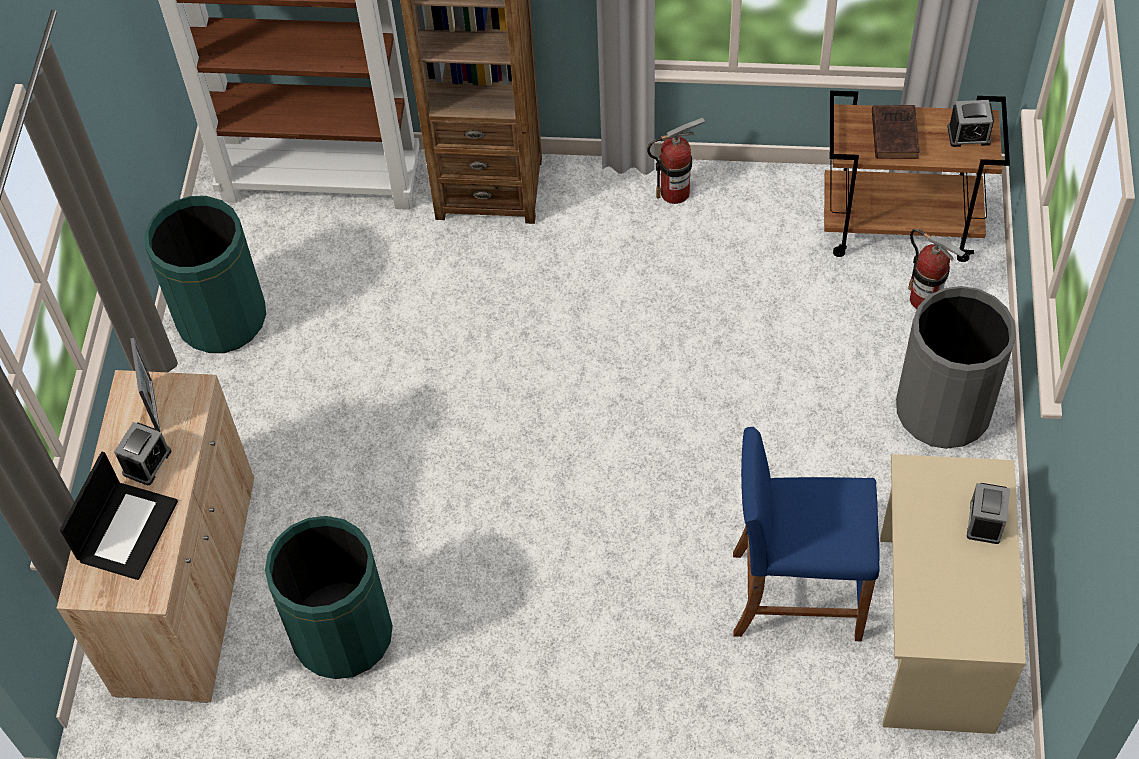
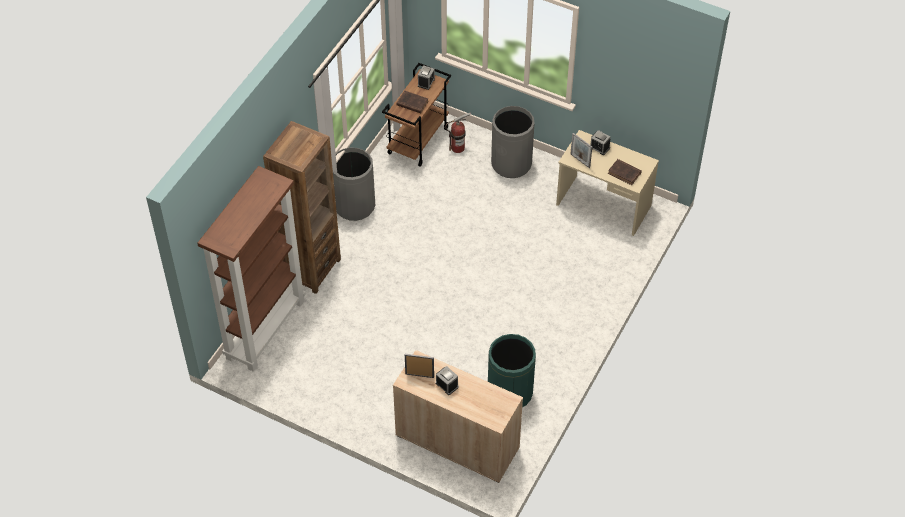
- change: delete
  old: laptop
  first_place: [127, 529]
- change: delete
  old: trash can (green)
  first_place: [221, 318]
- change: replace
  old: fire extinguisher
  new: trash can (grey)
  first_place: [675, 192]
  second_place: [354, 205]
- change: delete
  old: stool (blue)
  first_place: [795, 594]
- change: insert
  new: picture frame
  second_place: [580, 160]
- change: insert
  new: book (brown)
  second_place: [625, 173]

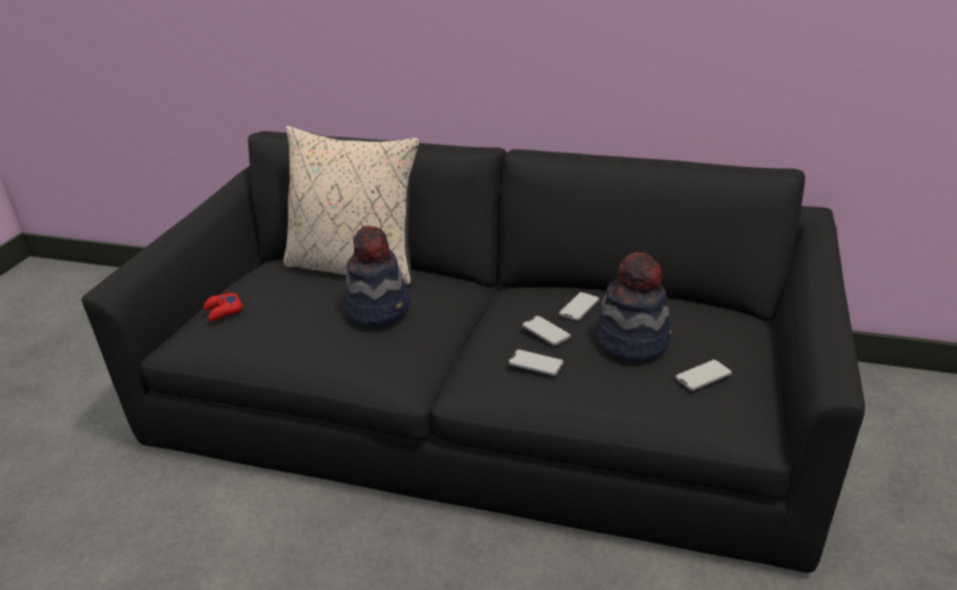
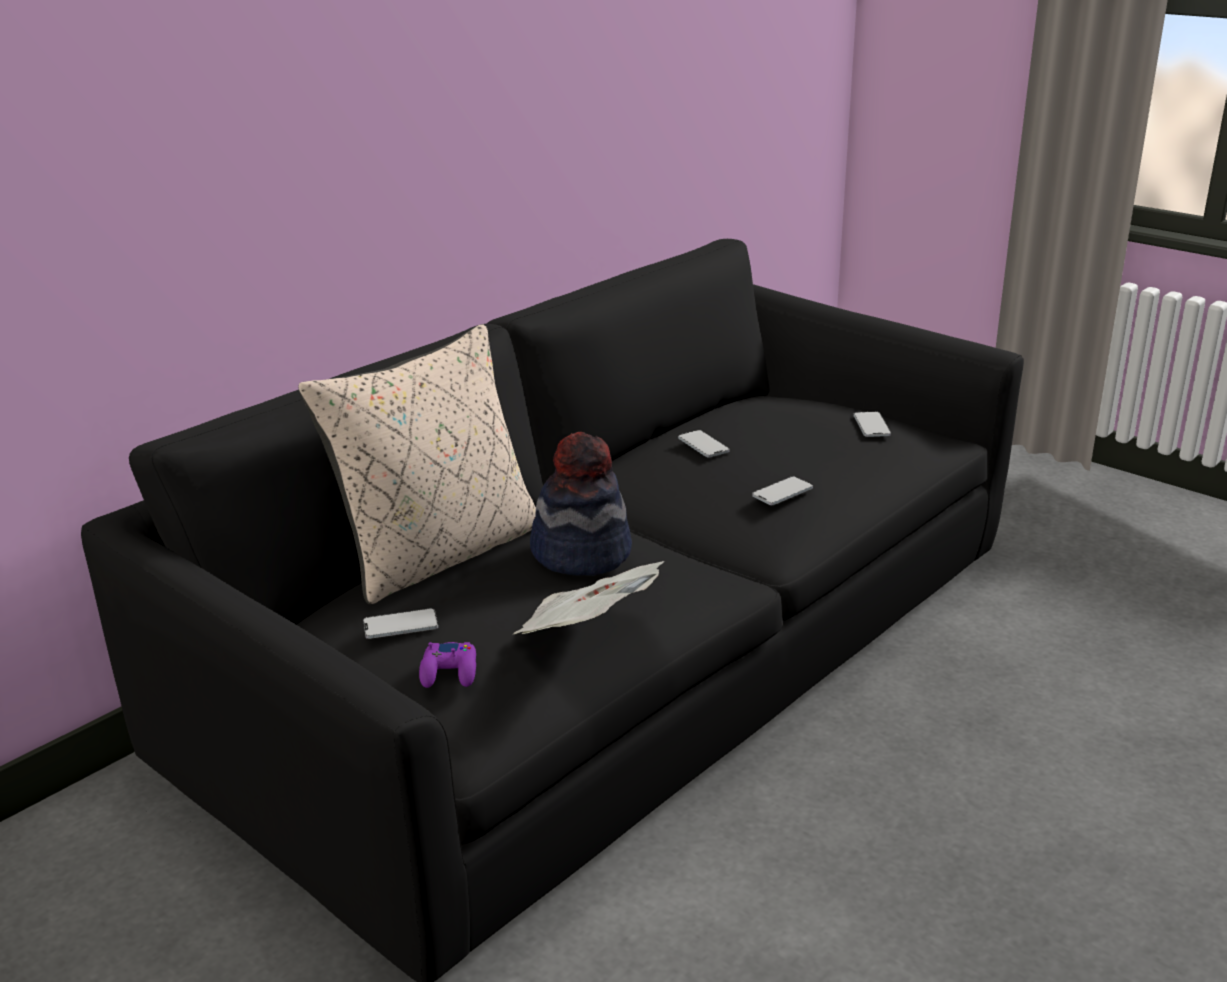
- change: recolor
  old: game controller (red)
  new: game controller (purple)
  first_place: [223, 311]
  second_place: [450, 672]
- change: move
  old: phone
  first_place: [546, 331]
  second_place: [400, 625]
- change: delete
  old: hat
  first_place: [632, 341]
- change: insert
  new: newspaper
  second_place: [588, 633]

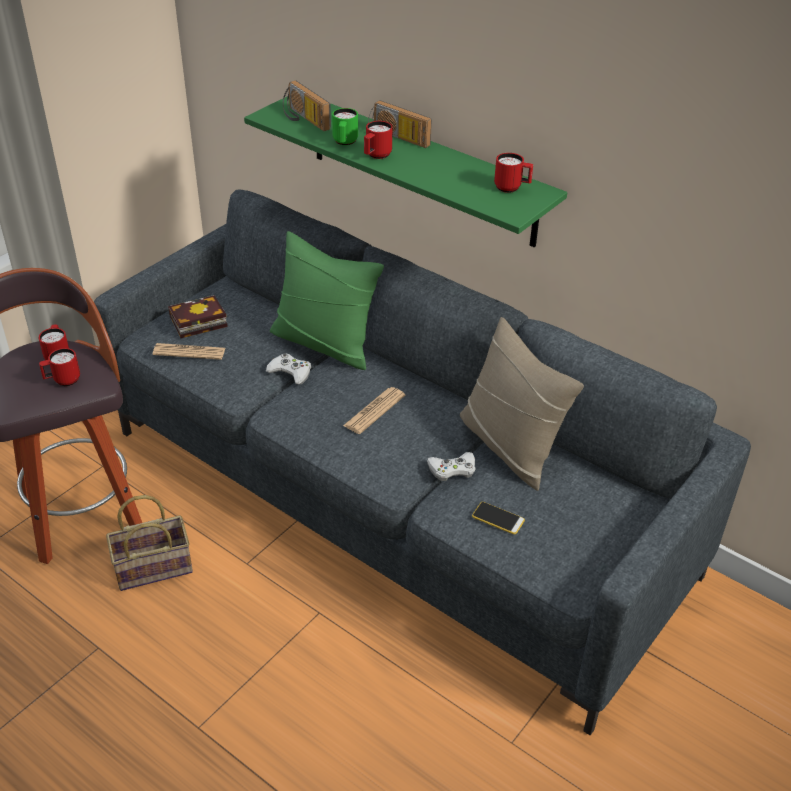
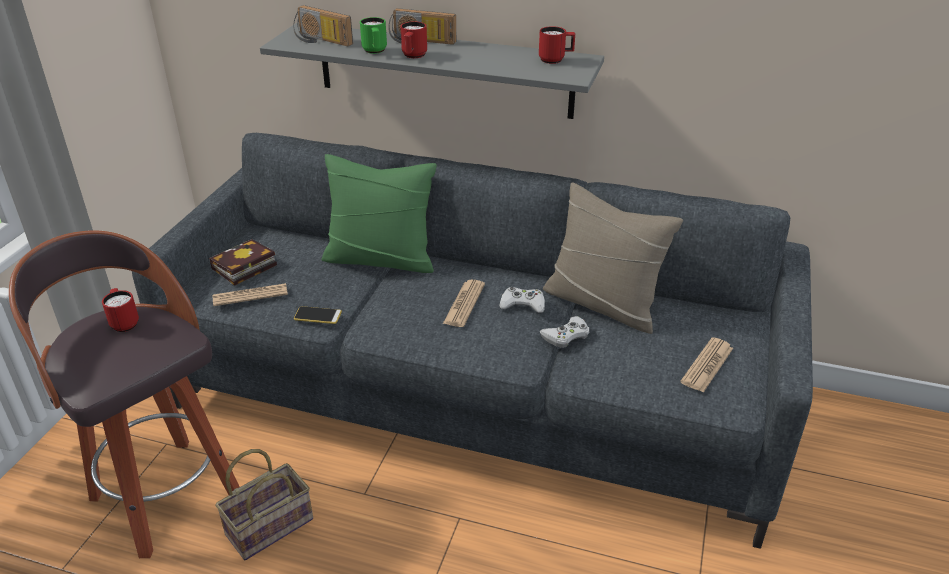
- change: delete
  old: mug (red)
  first_place: [63, 381]
- change: recolor
  old: shelf (green)
  new: shelf (grey)
  first_place: [421, 169]
  second_place: [444, 70]
- change: move
  old: game controller (white)
  first_place: [290, 372]
  second_place: [523, 304]
- change: move
  old: phone
  first_place: [498, 518]
  second_place: [318, 315]
- change: insert
  new: newspaper
  second_place: [707, 365]

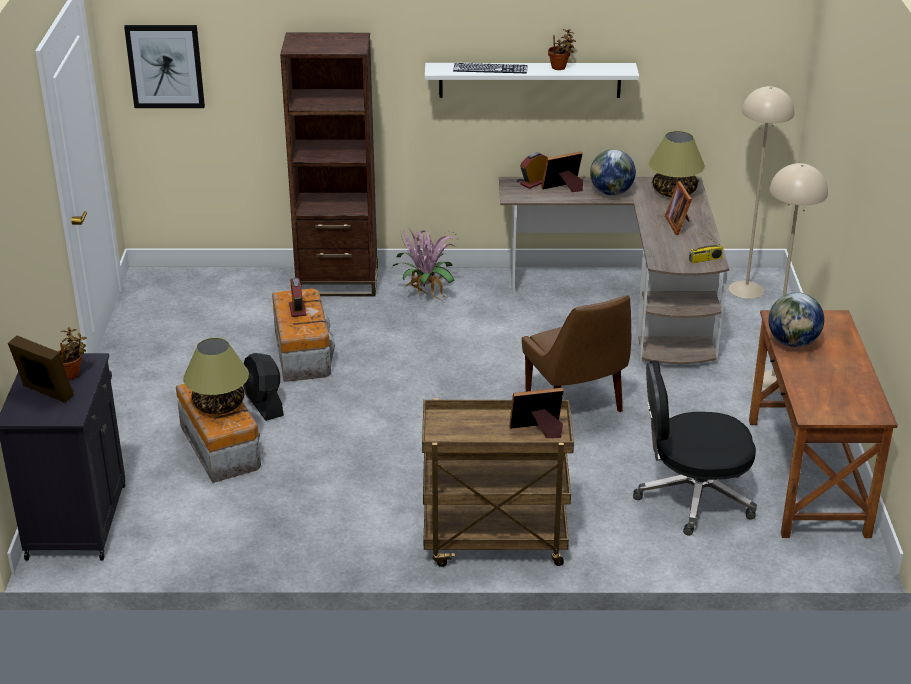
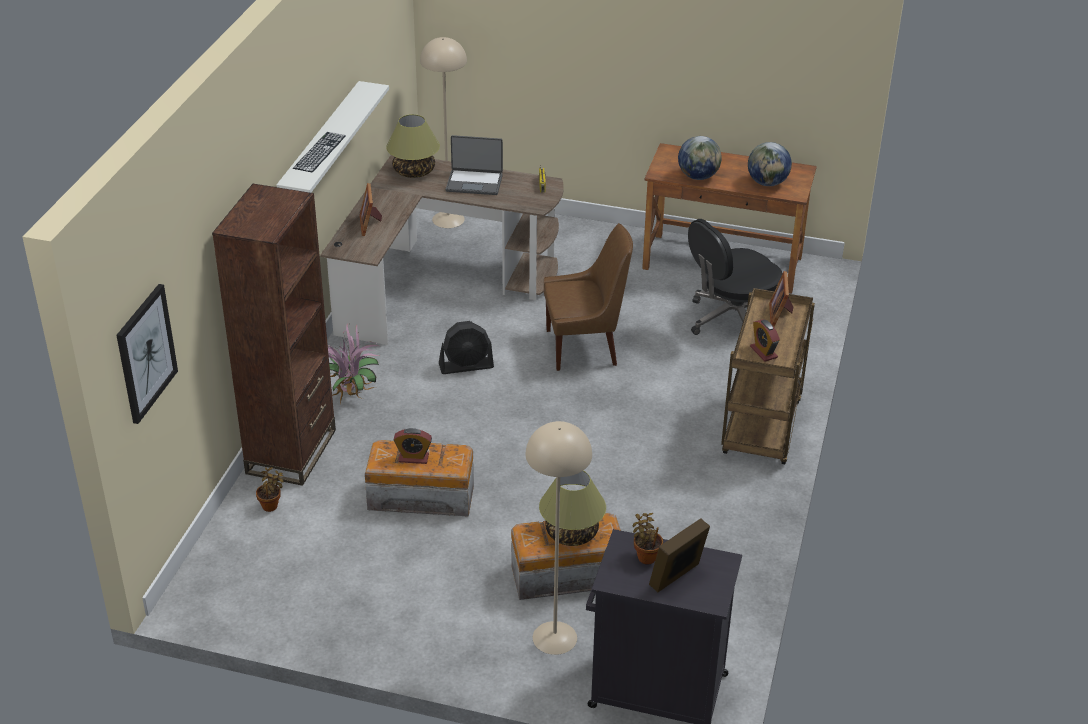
- change: move
  old: fan (black)
  first_place: [264, 404]
  second_place: [466, 366]
- change: move
  old: alarm clock
  first_place: [533, 183]
  second_place: [763, 352]
- change: move
  old: potted plant
  first_place: [560, 67]
  second_place: [271, 505]
- change: move
  old: globe
  first_place: [611, 193]
  second_place: [767, 183]
- change: rotate
  old: office chair (black)
  first_place: [692, 497]
  second_place: [732, 320]
  degrees: 45
- change: replace
  old: picture frame
  new: laptop
  first_place: [679, 224]
  second_place: [474, 182]
- change: move
  old: floor lamp (beige)
  first_place: [772, 381]
  second_place: [554, 638]

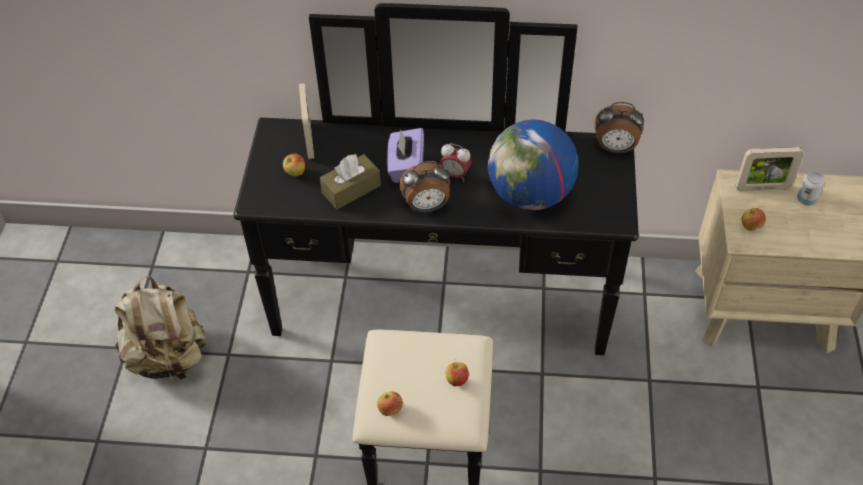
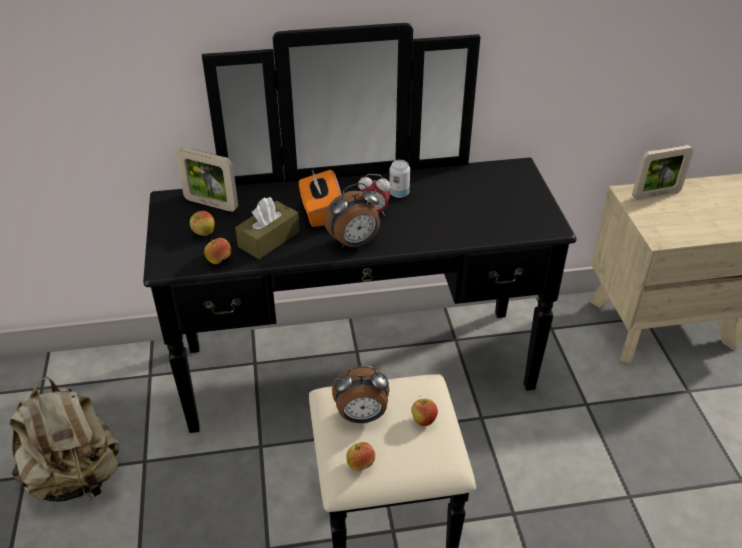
- change: rotate
  old: picture frame
  first_place: [309, 141]
  second_place: [211, 204]
  degrees: -45
- change: recolor
  old: tissue box (purple)
  new: tissue box (orange)
  first_place: [406, 167]
  second_place: [321, 212]
- change: delete
  old: globe
  first_place: [530, 195]
- change: move
  old: alarm clock
  first_place: [615, 148]
  second_place: [361, 416]
- change: move
  old: apple
  first_place: [751, 226]
  second_place: [219, 260]
- change: move
  old: can
  first_place: [806, 200]
  second_place: [399, 193]

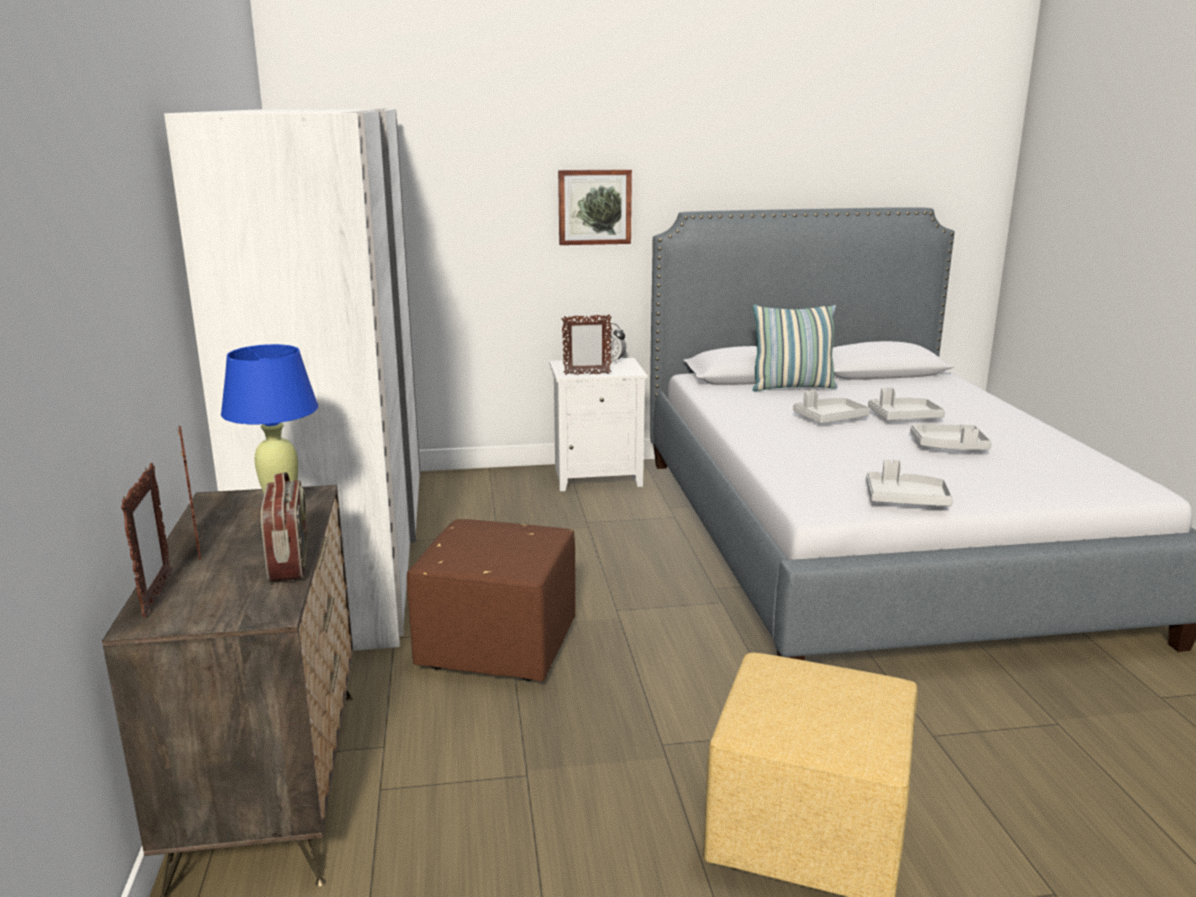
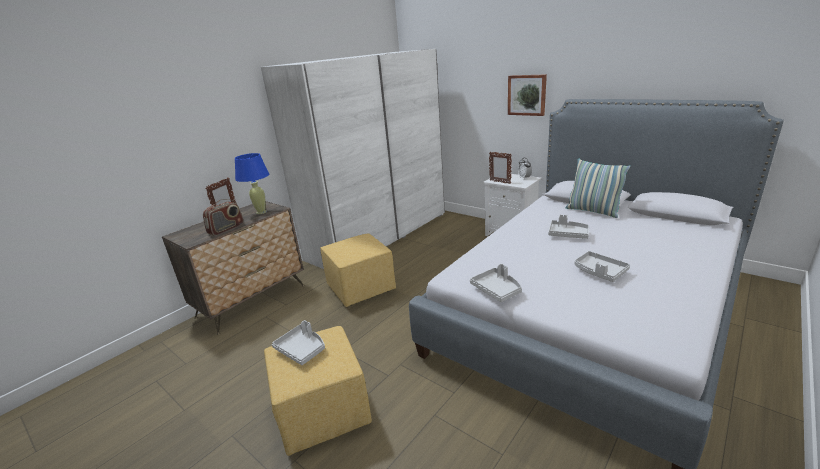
- change: delete
  old: picture frame
  first_place: [156, 596]
- change: recolor
  old: ottoman (brown)
  new: ottoman (yellow)
  first_place: [499, 647]
  second_place: [362, 289]
- change: move
  old: tray (grey)
  first_place: [904, 417]
  second_place: [302, 349]

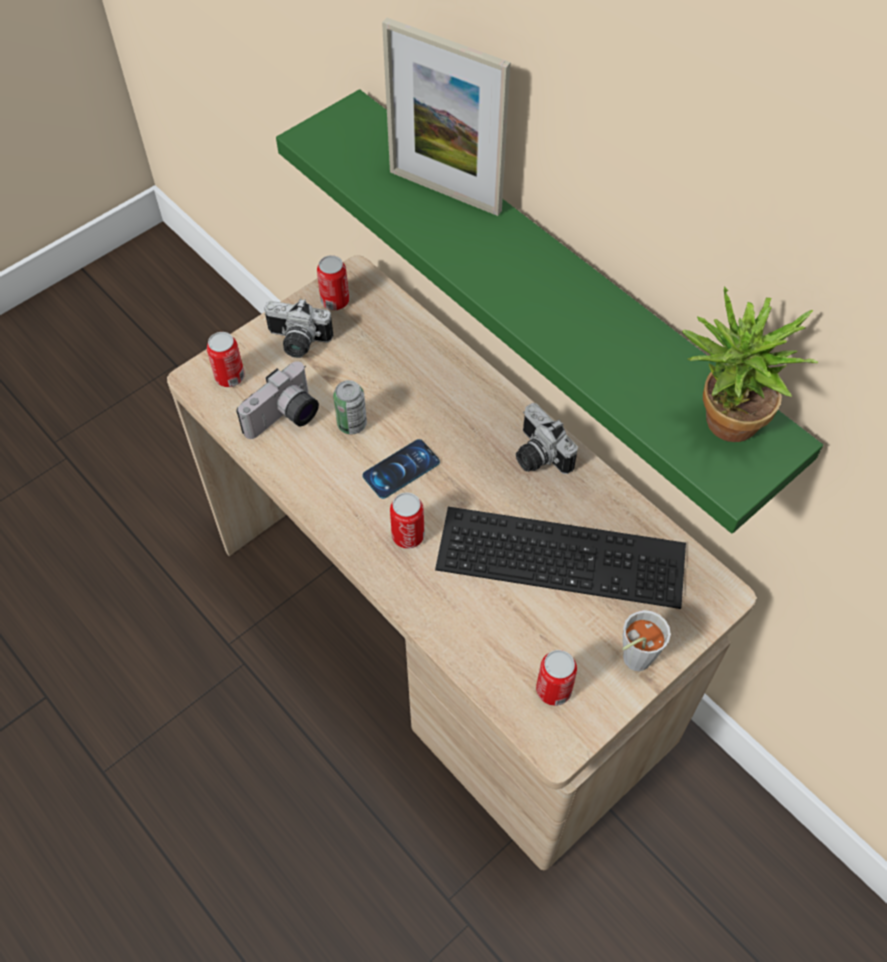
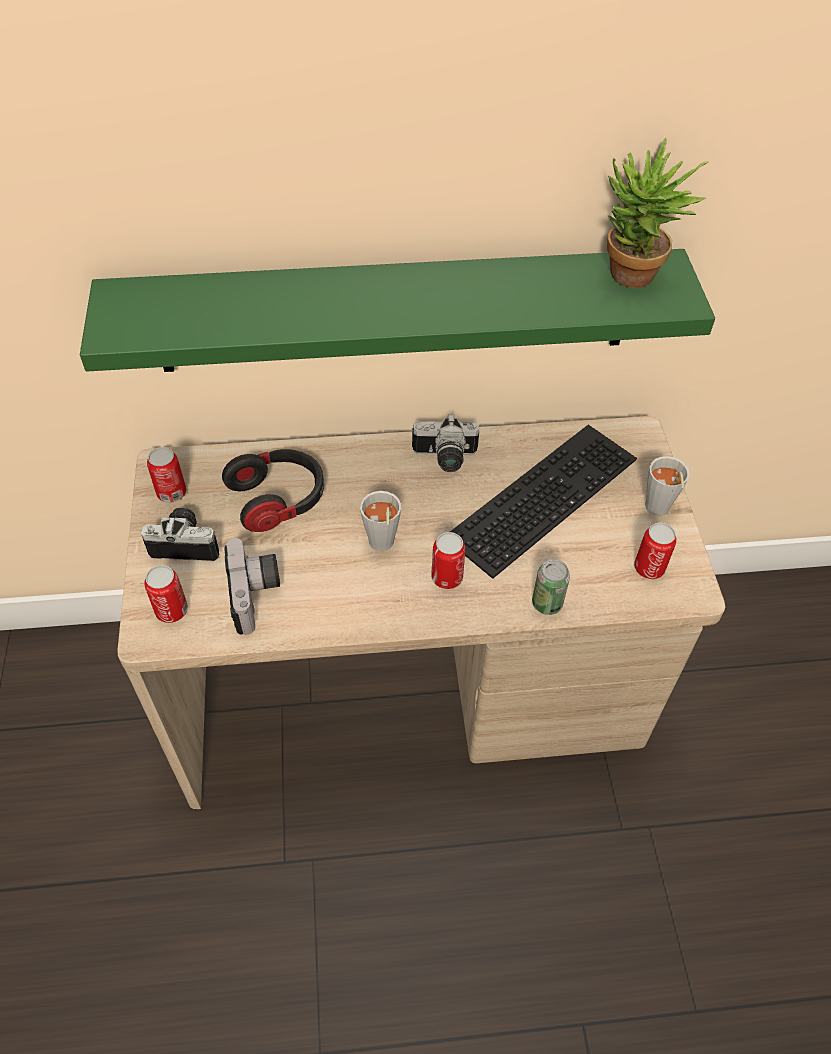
- change: rotate
  old: photo camera
  first_place: [297, 343]
  second_place: [187, 542]
  degrees: -135
- change: move
  old: can
  first_place: [352, 424]
  second_place: [547, 603]
- change: replace
  old: phone
  new: cup (grey)
  first_place: [401, 469]
  second_place: [381, 546]
- change: delete
  old: picture frame
  first_place: [445, 191]
- change: insert
  new: headphones
  second_place: [279, 500]

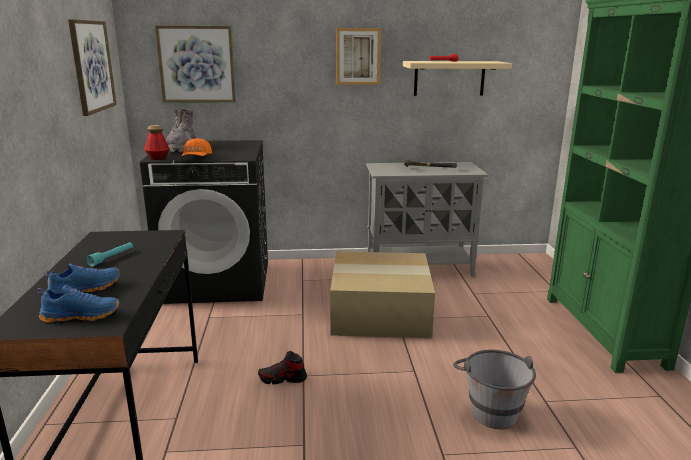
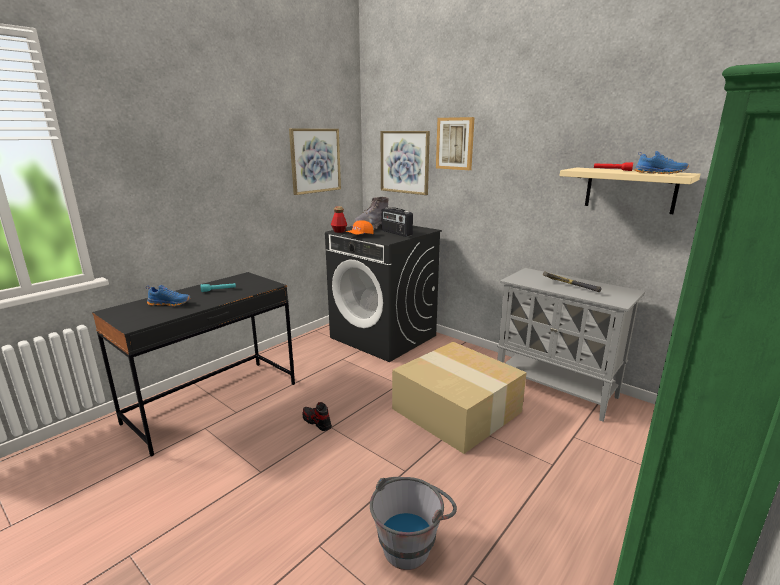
- change: move
  old: shoe (blue)
  first_place: [81, 315]
  second_place: [659, 173]
- change: move
  old: picture
  first_place: [358, 56]
  second_place: [455, 143]
- change: insert
  new: radio
  second_place: [396, 233]

